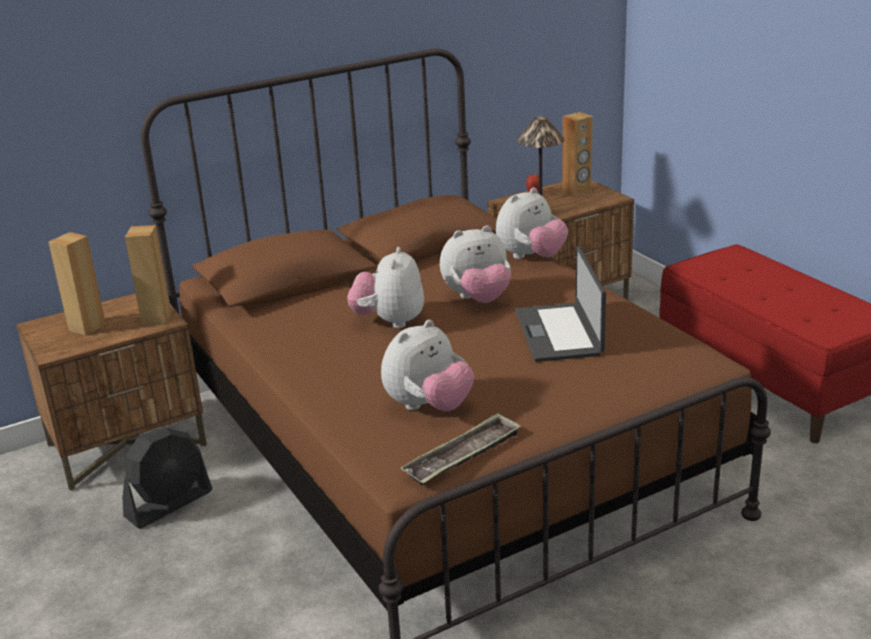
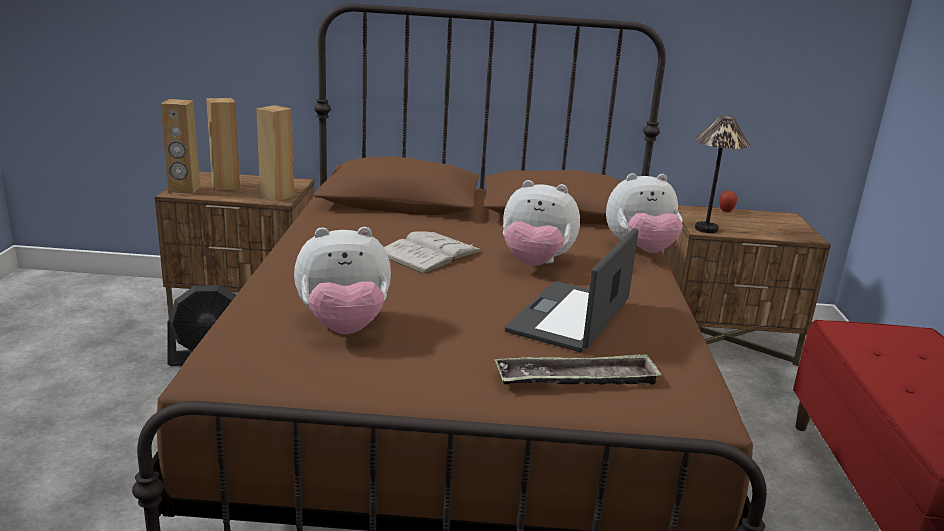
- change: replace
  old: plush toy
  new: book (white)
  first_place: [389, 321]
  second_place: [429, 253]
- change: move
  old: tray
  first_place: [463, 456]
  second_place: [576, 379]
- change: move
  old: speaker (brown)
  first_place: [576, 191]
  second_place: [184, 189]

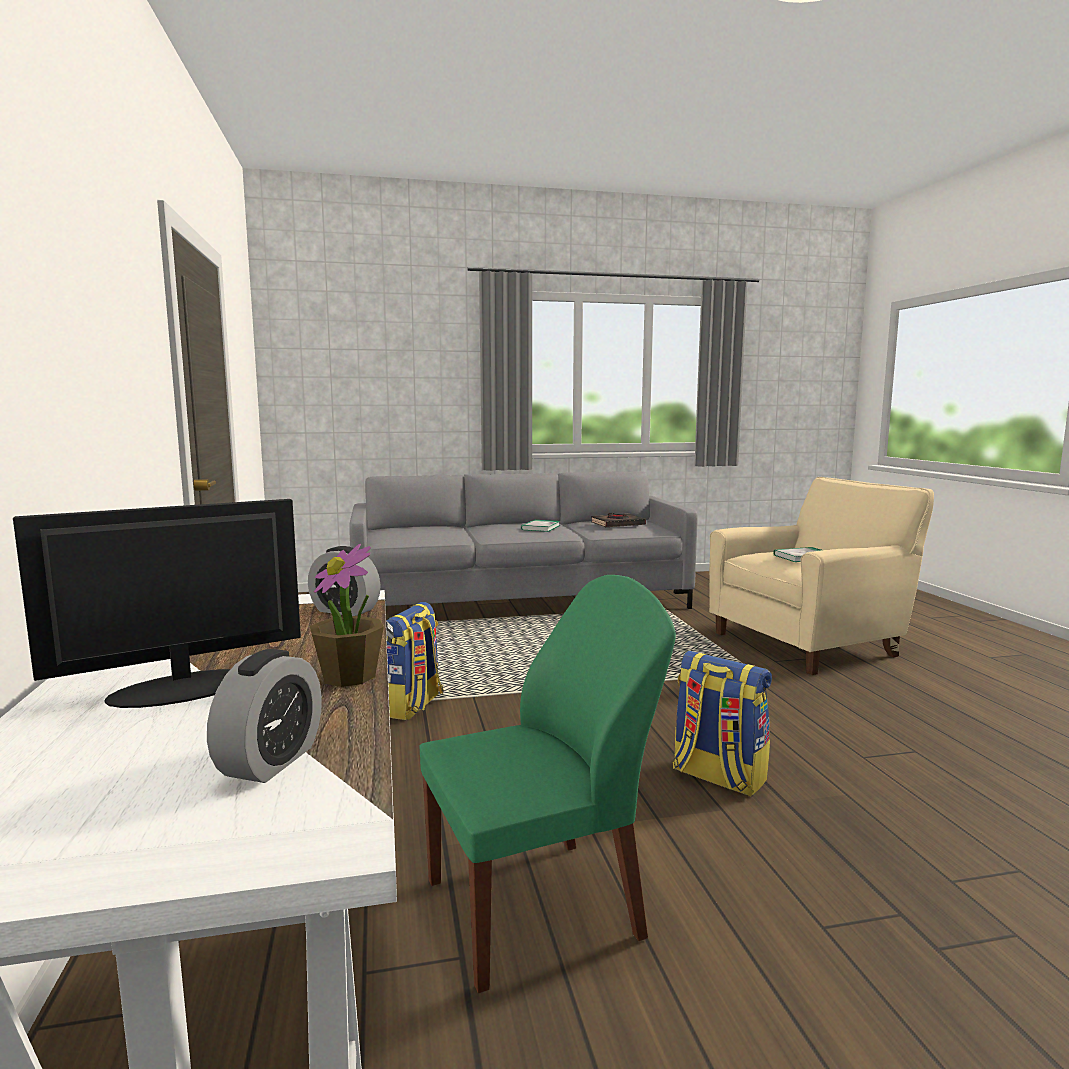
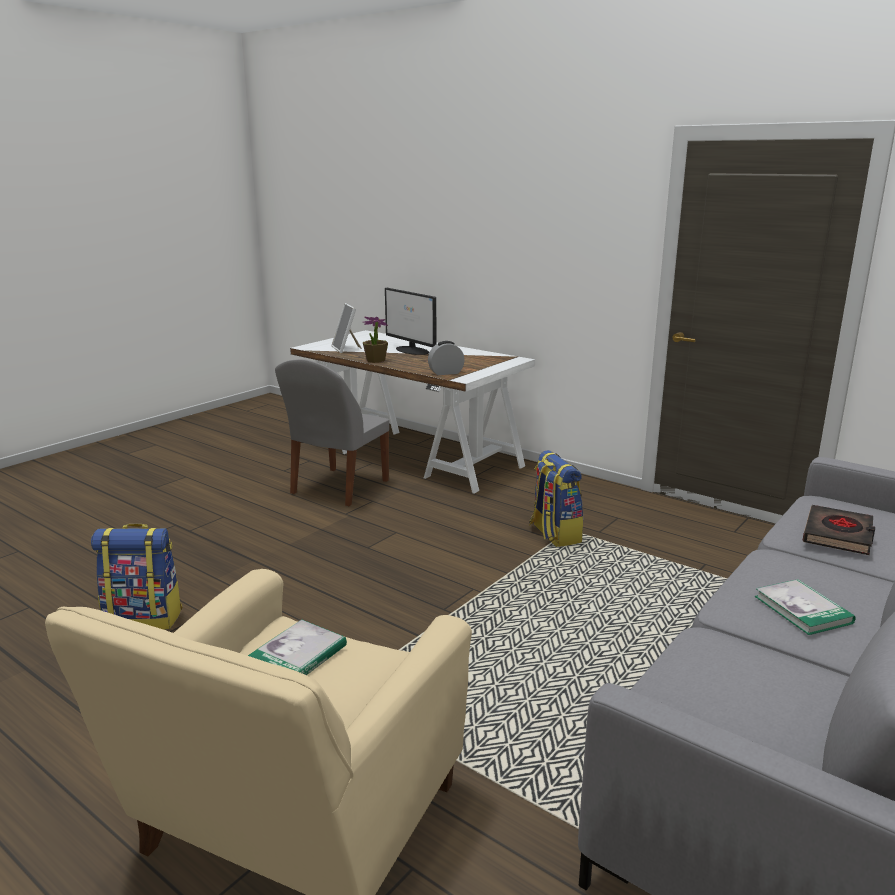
- change: rotate
  old: monitor
  first_place: [180, 688]
  second_place: [412, 350]
  degrees: 120
- change: replace
  old: alarm clock
  new: picture frame
  first_place: [271, 761]
  second_place: [346, 349]
- change: recolor
  old: chair (green)
  new: chair (grey)
  first_place: [539, 907]
  second_place: [338, 488]
- change: move
  old: book (black)
  first_place: [617, 524]
  second_place: [838, 535]
- change: move
  old: backpack
  first_place: [717, 777]
  second_place: [145, 618]

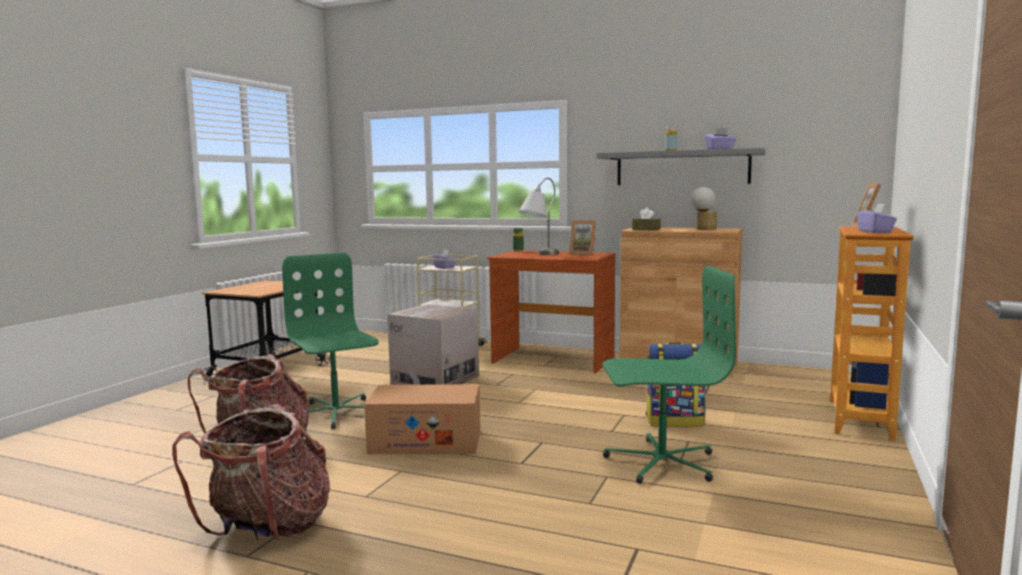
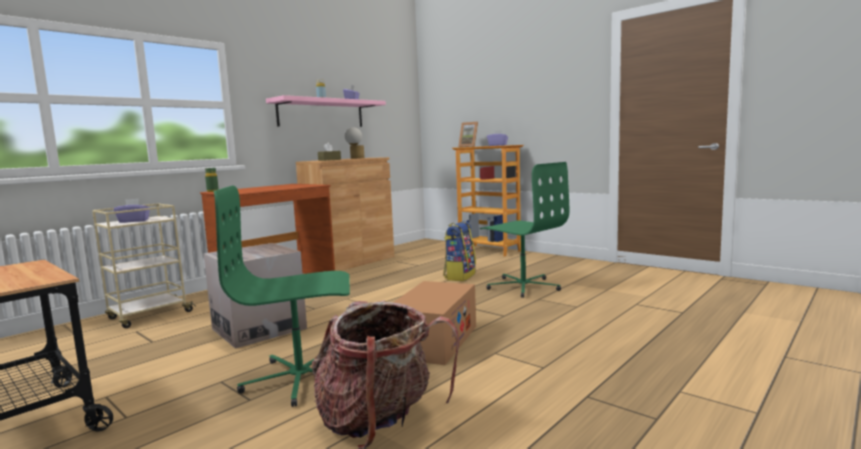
- change: delete
  old: backpack
  first_place: [268, 529]
- change: delete
  old: table lamp (grey)
  first_place: [539, 254]
- change: delete
  old: picture frame
  first_place: [583, 253]
- change: recolor
  old: shelf (grey)
  new: shelf (pink)
  first_place: [682, 168]
  second_place: [321, 114]
- change: rotate
  old: office chair (green)
  first_place: [661, 462]
  second_place: [523, 286]
  degrees: 120

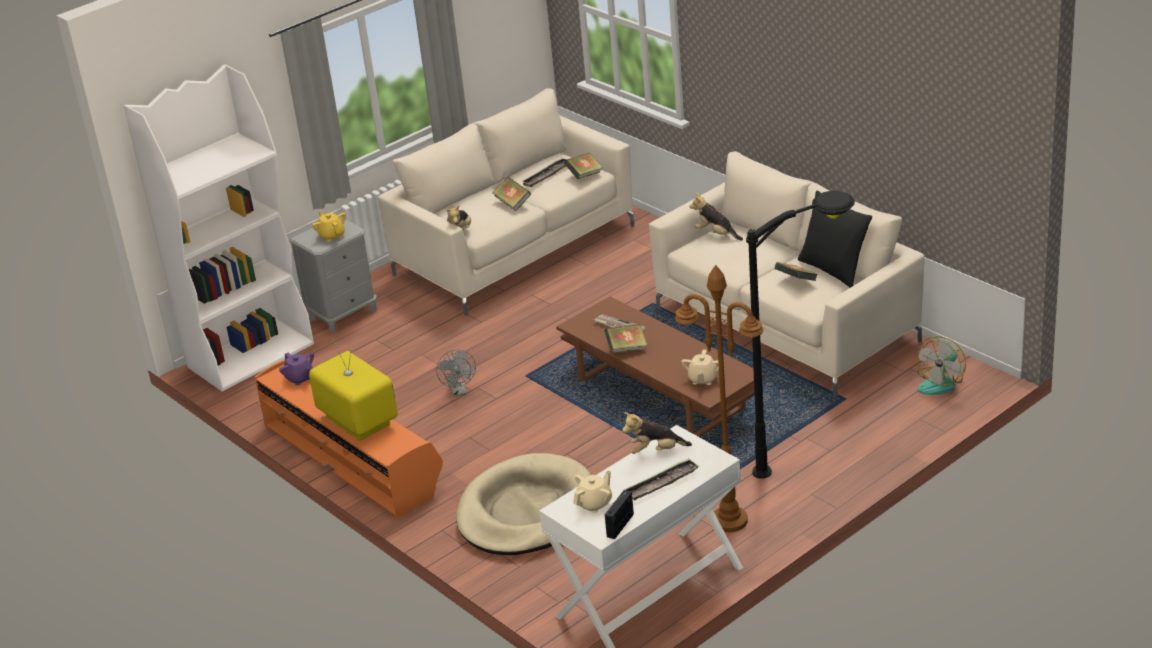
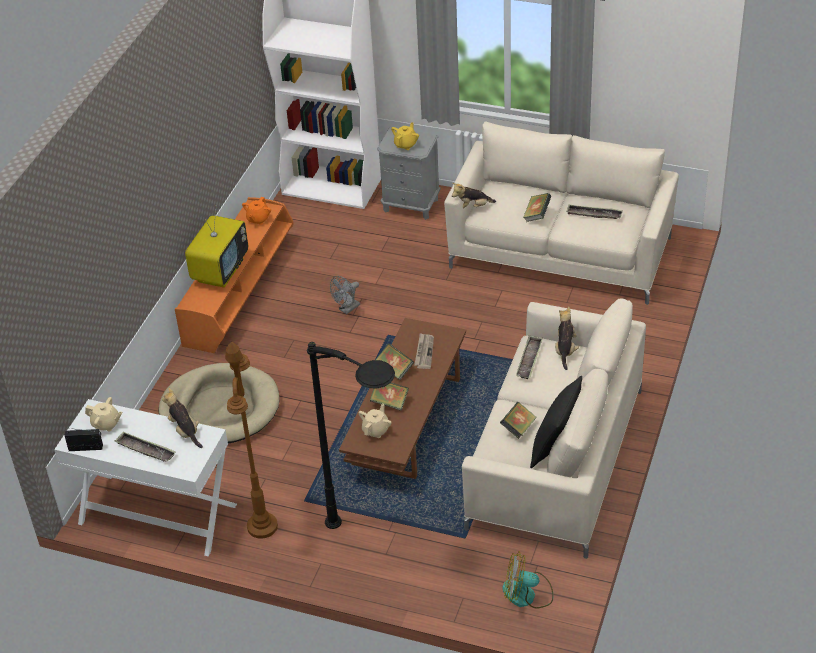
- change: recolor
  old: teapot (purple)
  new: teapot (orange)
  first_place: [300, 378]
  second_place: [258, 219]
- change: move
  old: book
  first_place: [584, 175]
  second_place: [389, 402]
- change: rotate
  old: teapot (beige)
  first_place: [702, 379]
  second_place: [376, 430]
  degrees: 135
- change: insert
  new: tray
  second_place: [529, 360]

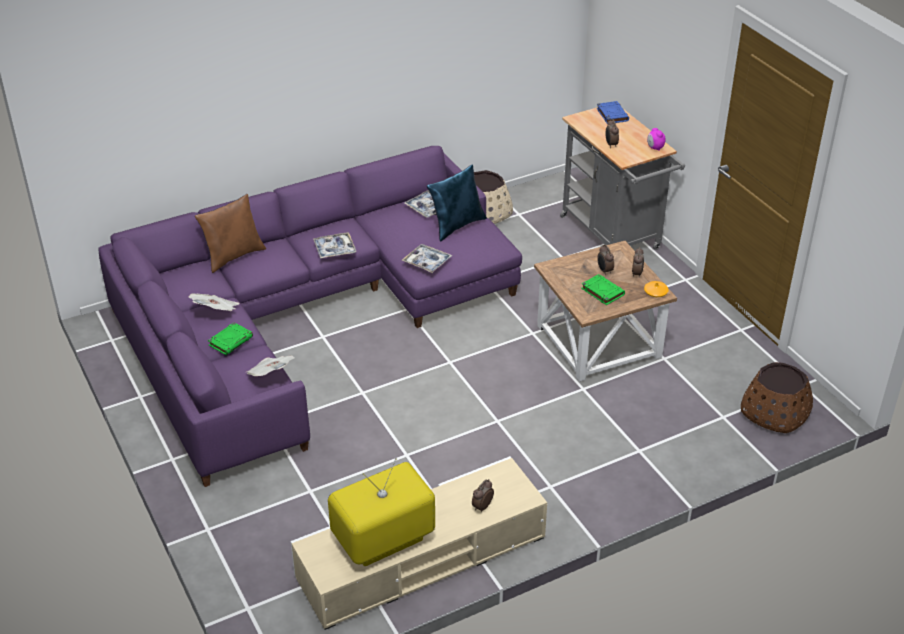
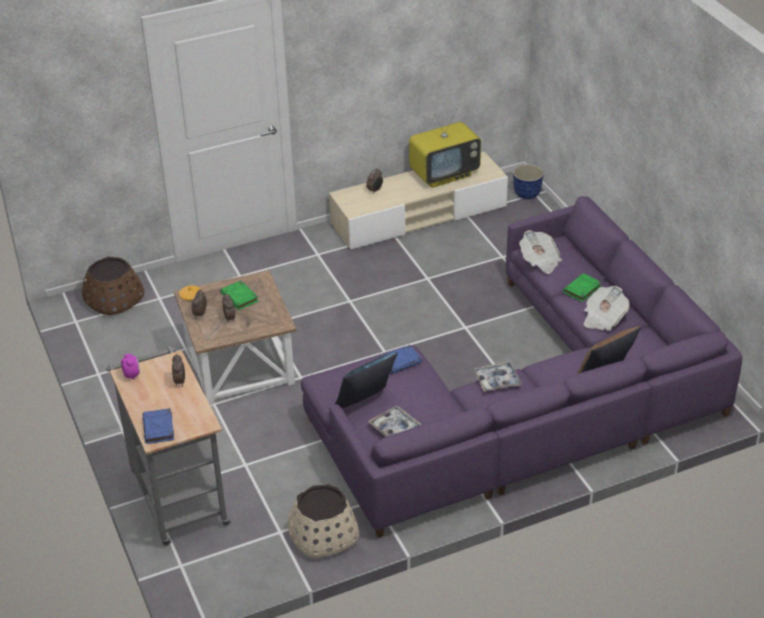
- change: replace
  old: tray
  new: book (blue)
  first_place: [427, 262]
  second_place: [401, 362]
- change: insert
  new: planter
  second_place: [527, 195]

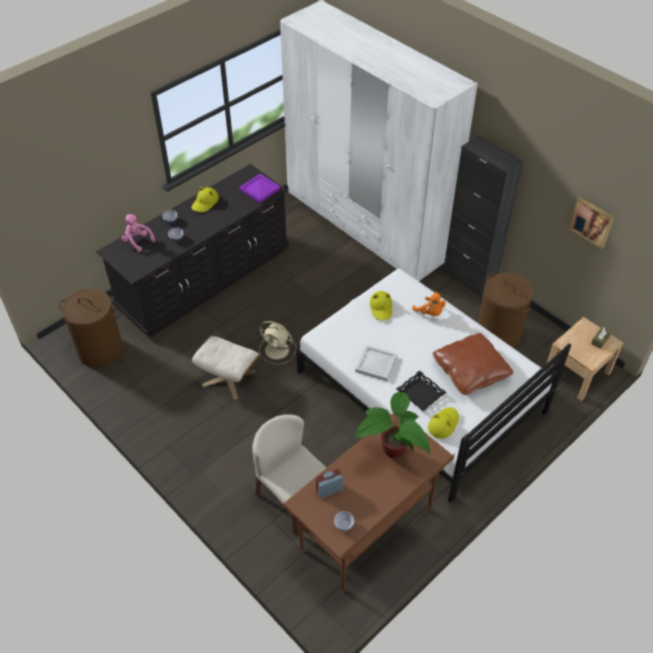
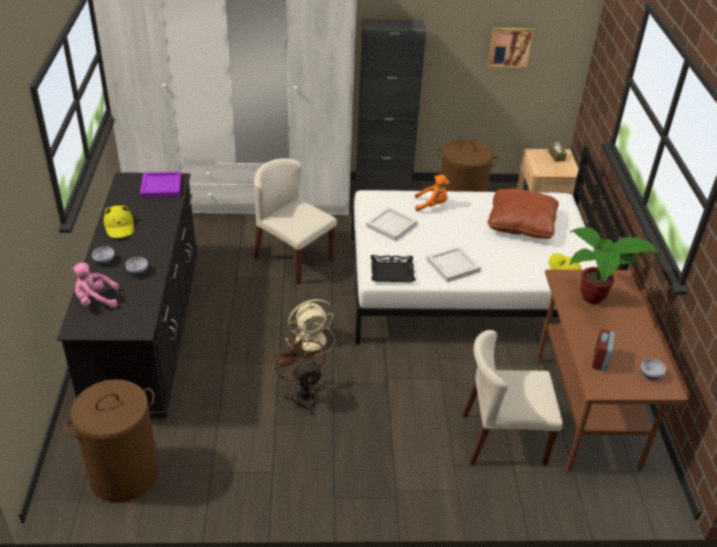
- change: replace
  old: ottoman (beige)
  new: fan (brown)
  first_place: [228, 379]
  second_place: [302, 395]
- change: replace
  old: hat (yellow)
  new: tray (white)
  first_place: [381, 308]
  second_place: [391, 225]
- change: move
  old: tray (black)
  first_place: [420, 393]
  second_place: [392, 272]
- change: insert
  new: chair (beige)
  second_place: [293, 259]

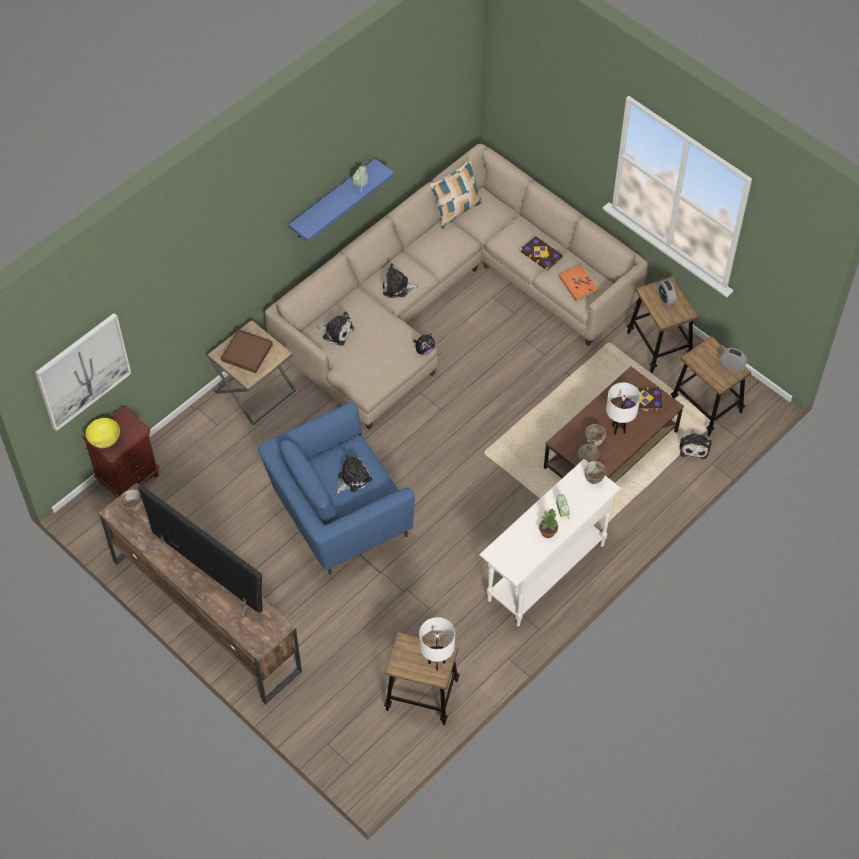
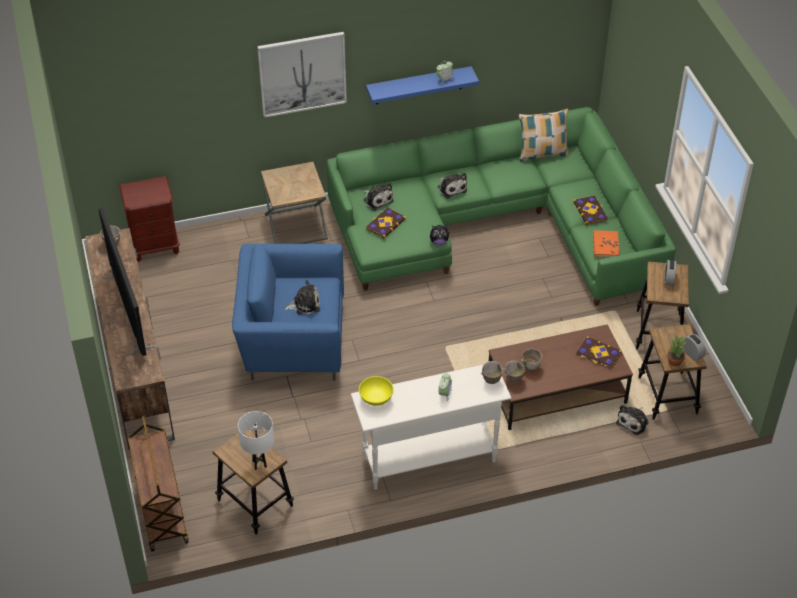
- change: move
  old: picture
  first_place: [83, 371]
  second_place: [302, 74]
- change: move
  old: bowl (yellow)
  first_place: [105, 440]
  second_place: [376, 399]
- change: delete
  old: tray (brown)
  first_place: [247, 352]
- change: recolor
  old: sofa (beige)
  new: sofa (green)
  first_place: [447, 299]
  second_place: [499, 224]
- change: rotate
  old: plush toy
  first_place: [397, 287]
  second_place: [451, 188]
  degrees: -150
- change: move
  old: potted plant
  first_place: [548, 532]
  second_place: [674, 362]
- change: delete
  old: table lamp (white)
  first_place: [618, 429]
- change: insert
  new: cart (brown)
  second_place: [161, 511]
- change: insert
  new: book
  second_place: [385, 223]

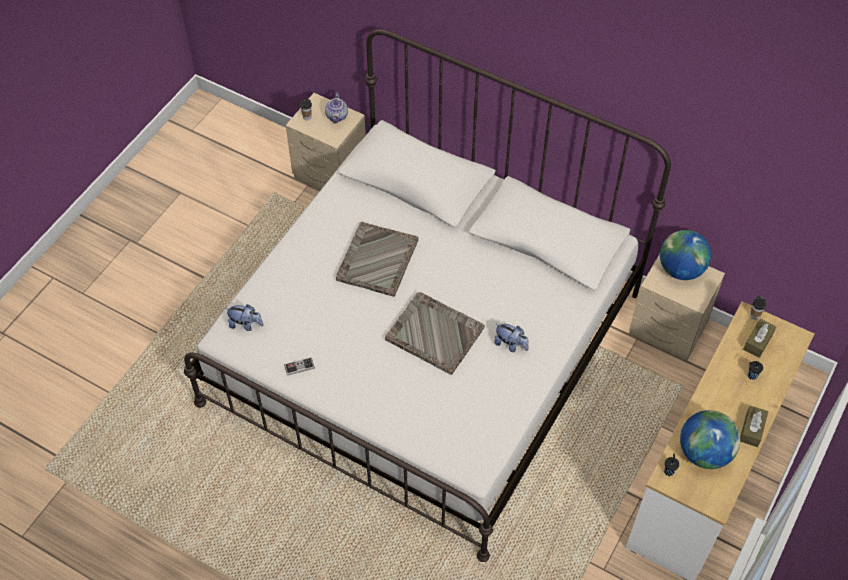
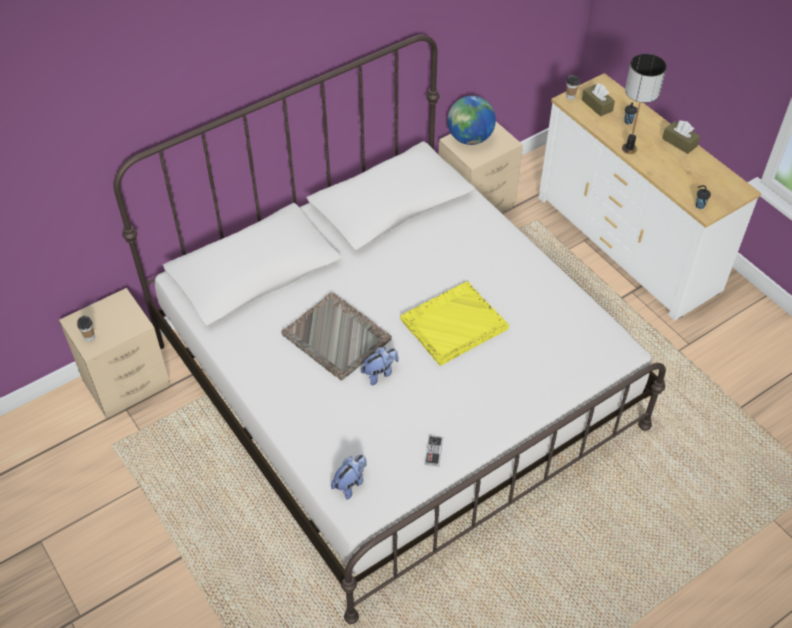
- change: delete
  old: teapot
  first_place: [337, 116]
- change: recolor
  old: tray (grey)
  new: tray (yellow)
  first_place: [434, 333]
  second_place: [453, 324]
- change: move
  old: plush toy
  first_place: [510, 344]
  second_place: [380, 373]
- change: delete
  old: globe
  first_place: [704, 452]
- change: insert
  new: table lamp
  second_place: [628, 149]

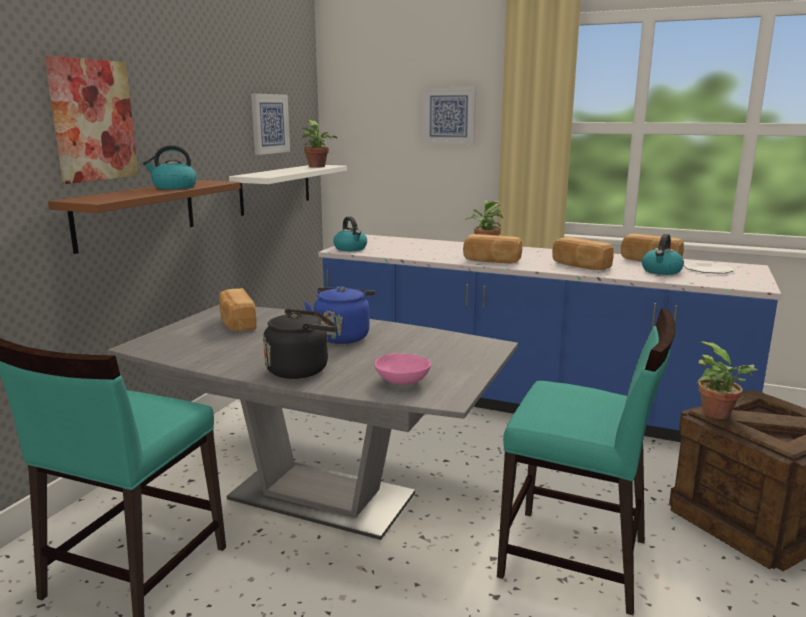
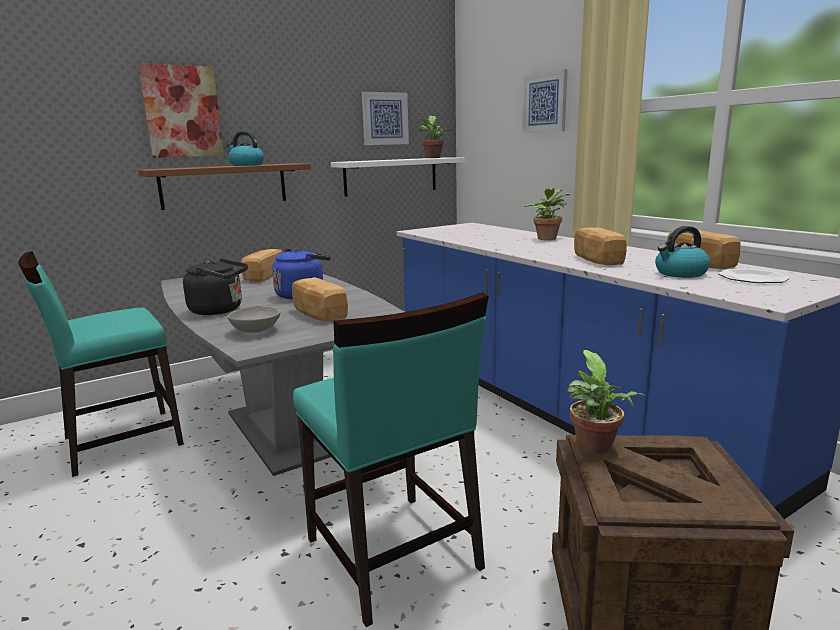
- change: delete
  old: kettle
  first_place: [351, 249]
- change: recolor
  old: bowl (pink)
  new: bowl (grey)
  first_place: [401, 382]
  second_place: [255, 330]
- change: move
  old: bread
  first_place: [491, 261]
  second_place: [318, 314]

